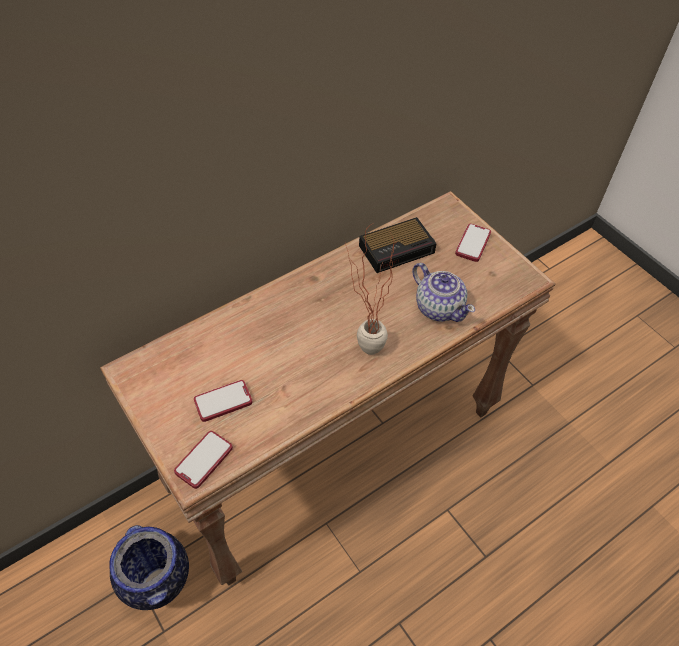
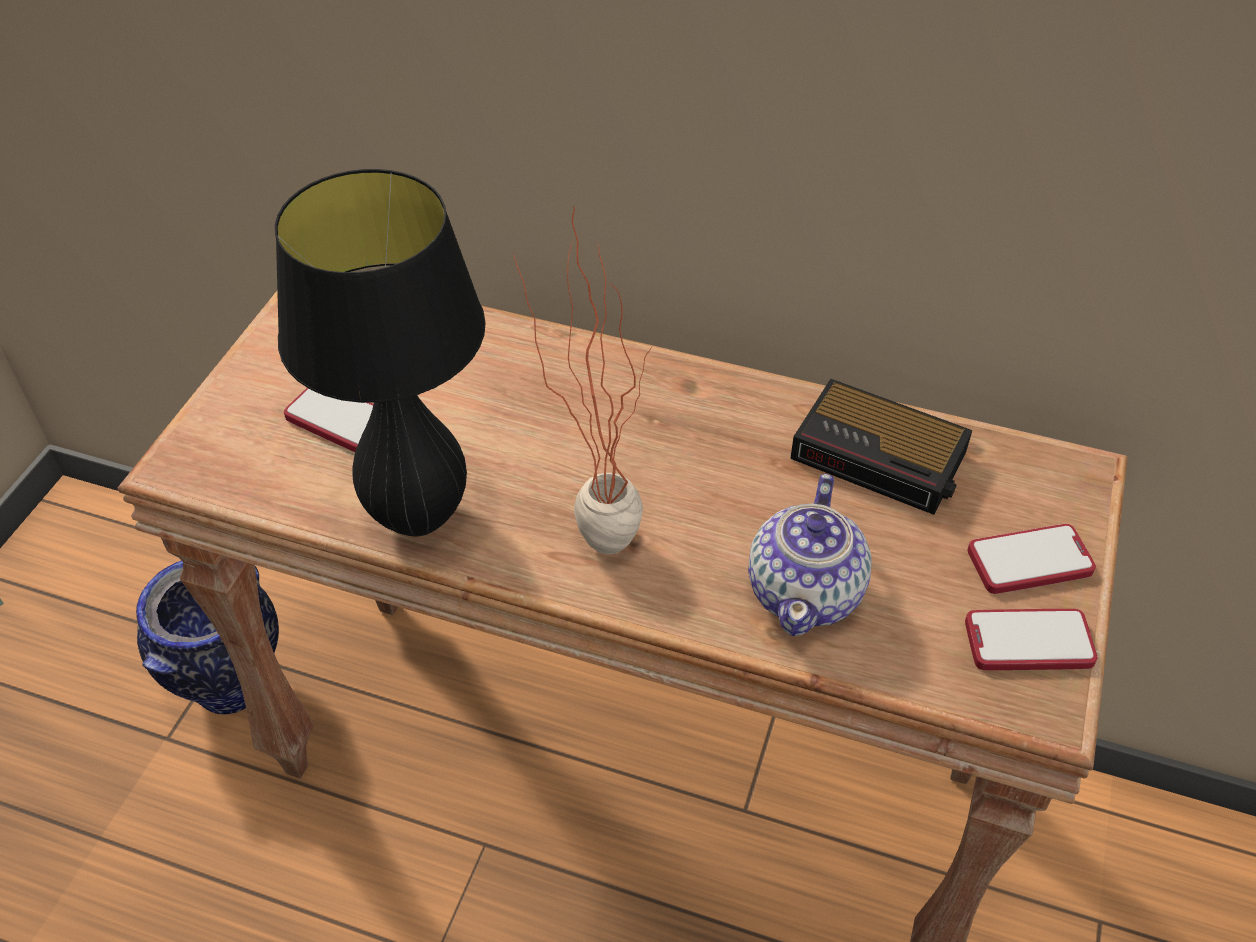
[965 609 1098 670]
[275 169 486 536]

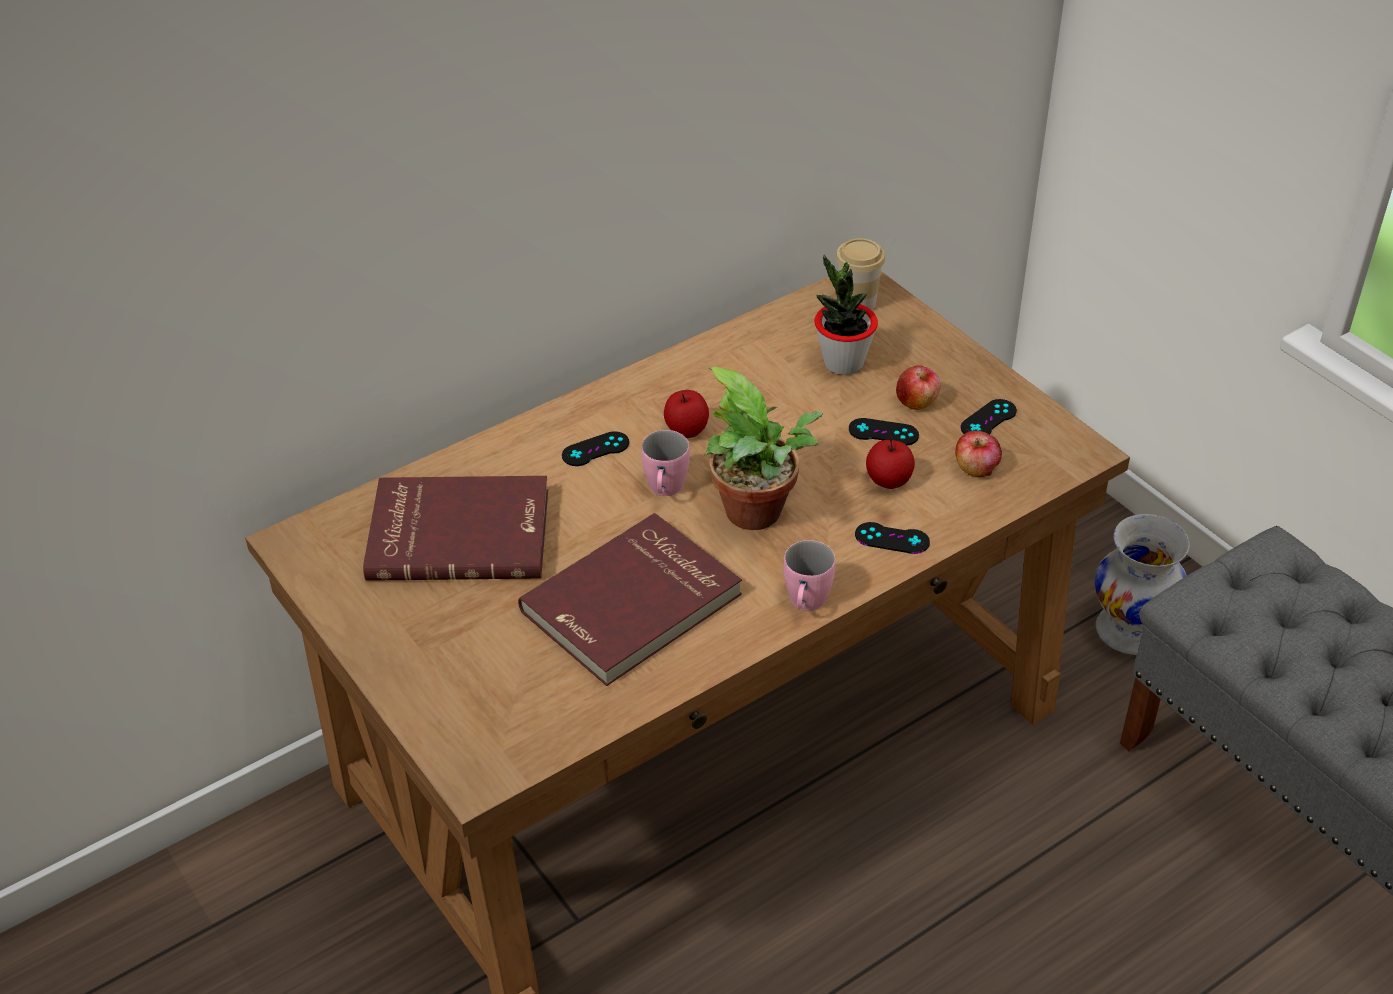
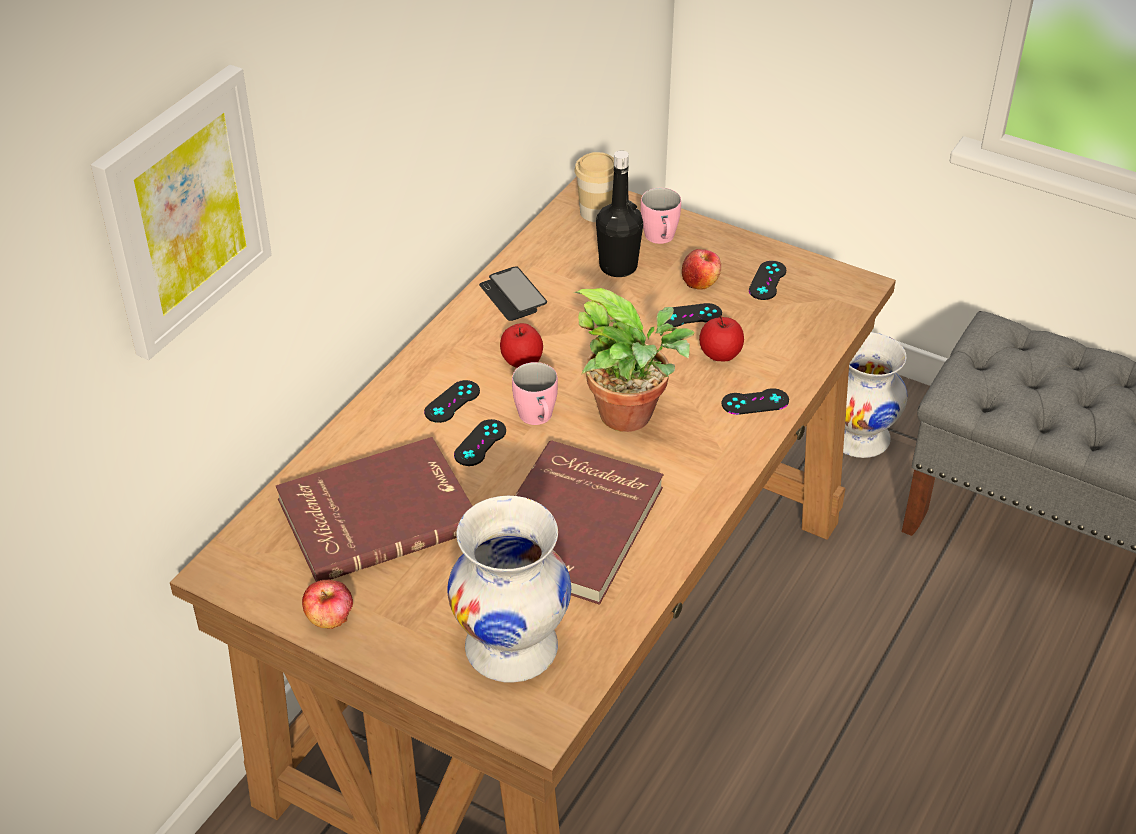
[641 188 681 244]
[596 150 643 277]
[302 579 353 629]
[91 65 272 360]
[447 496 571 683]
[454 419 506 466]
[479 267 547 321]

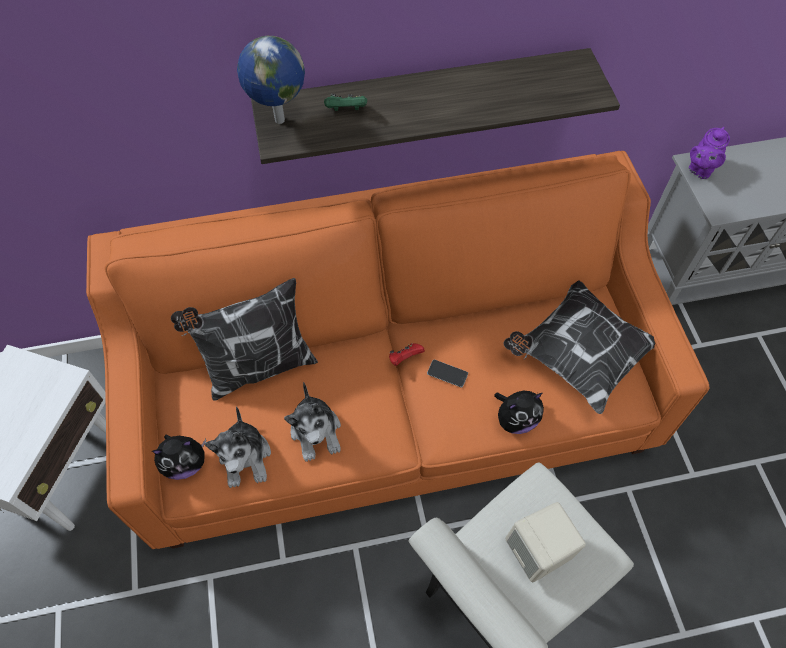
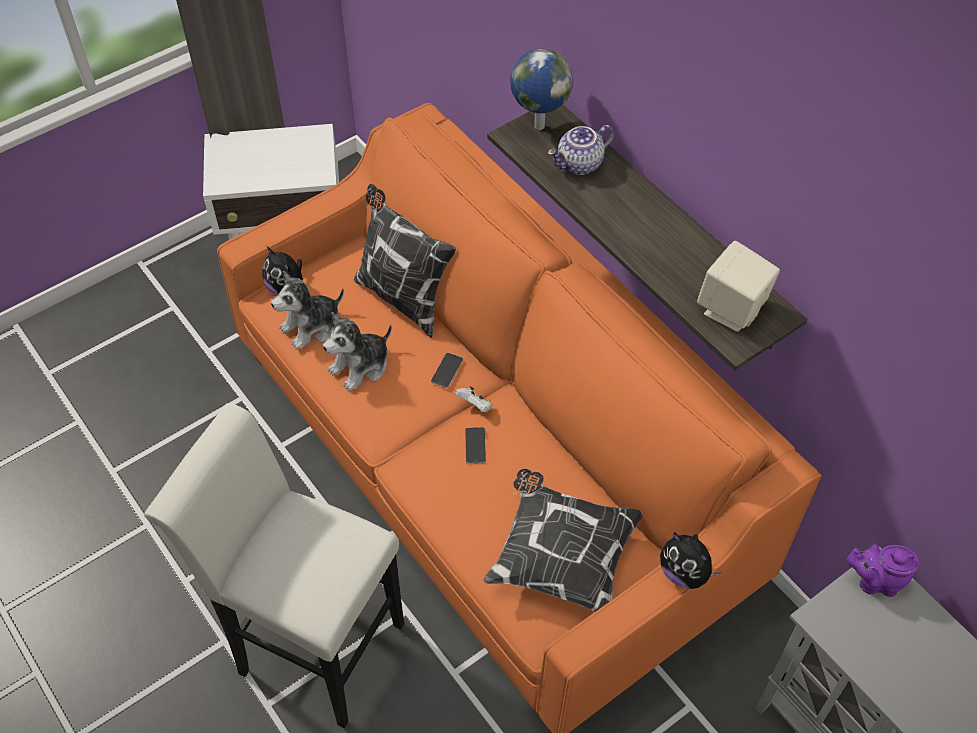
[548 125 614 175]
[455 386 493 412]
[660 532 721 589]
[697 241 780 332]
[431 353 464 388]

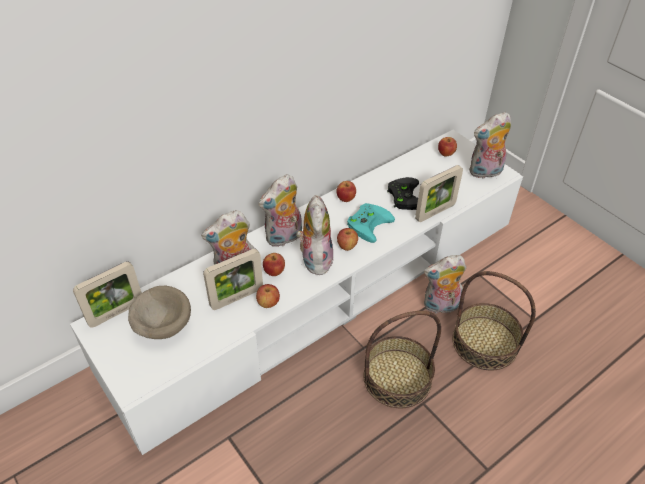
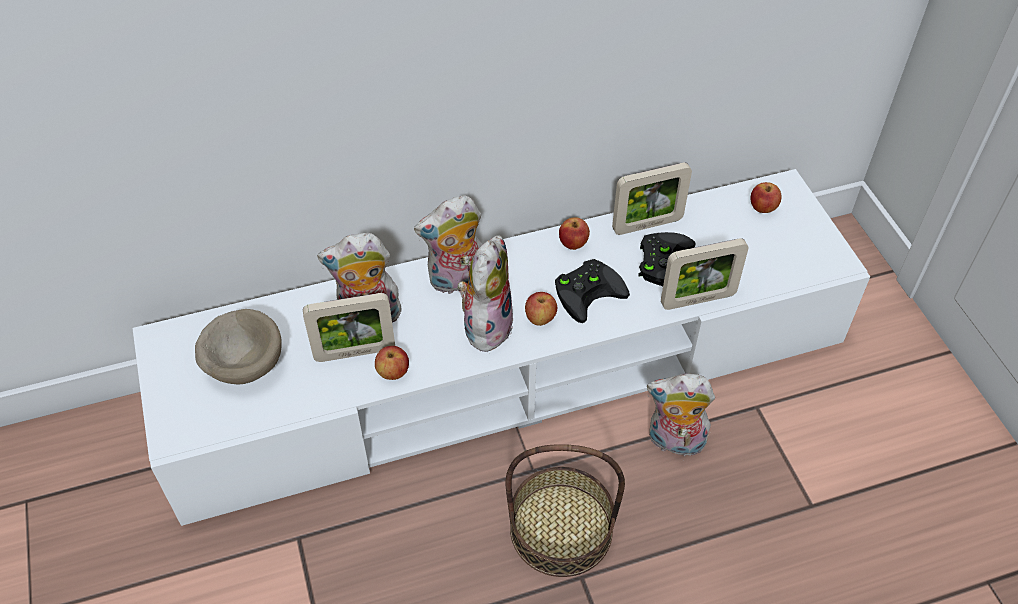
[612 162 692 235]
[263 253 285 276] (first image)
[555 259 630 323]
[452 271 536 371] (first image)
[469 112 511 179] (first image)

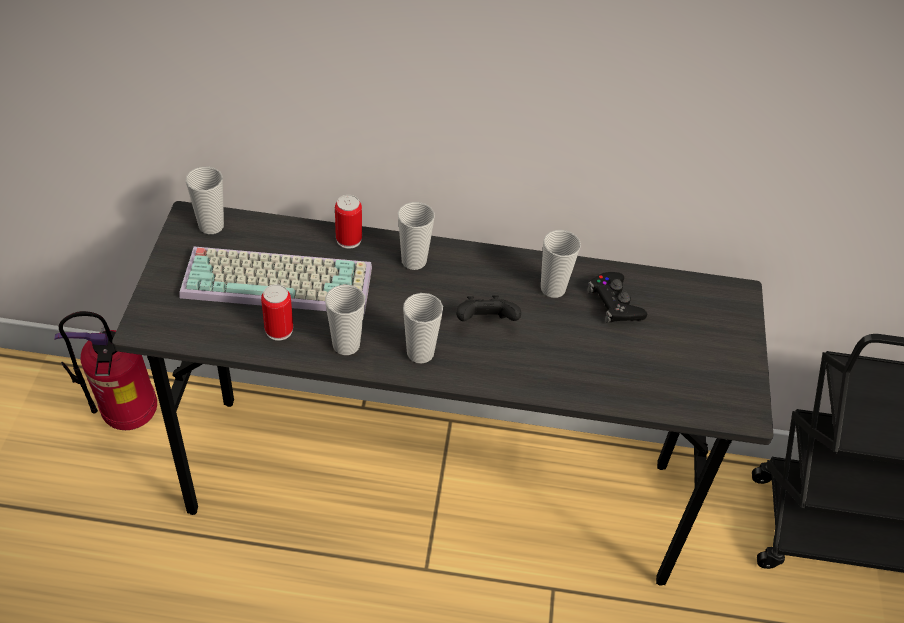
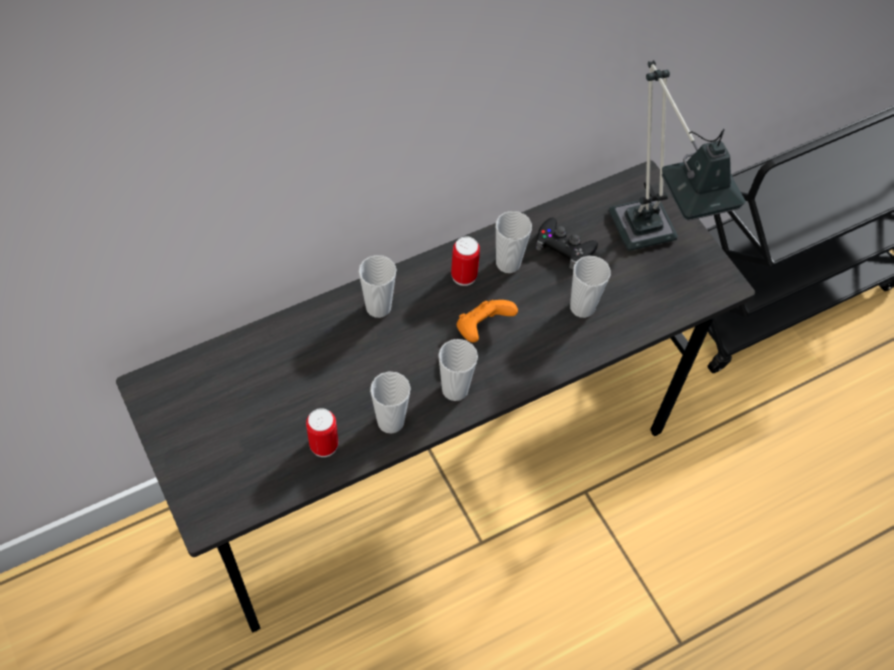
[54 311 157 430] (first image)
[179 247 372 315] (first image)
[570 256 610 318]
[451 236 480 286]
[457 300 518 342]
[609 60 745 251]

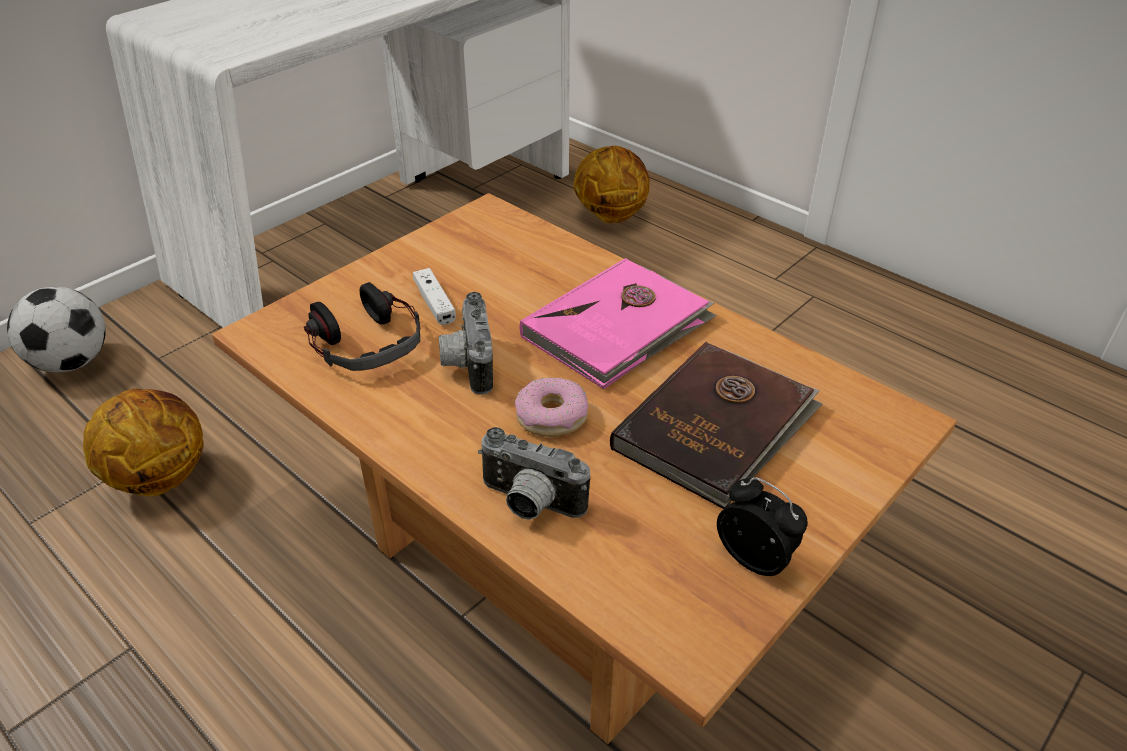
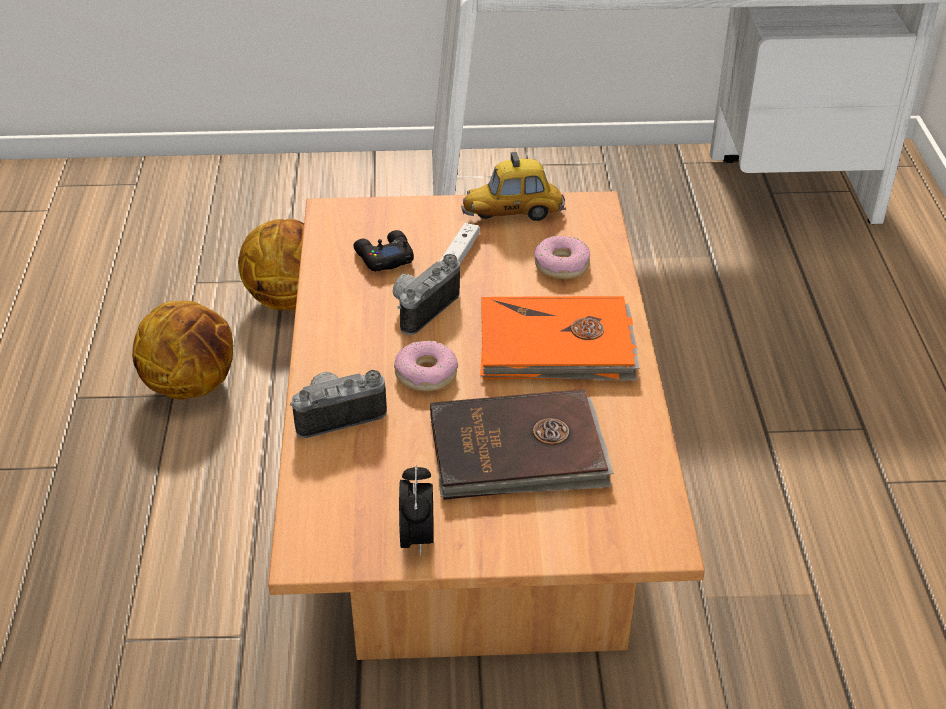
[7 286 106 373] (first image)
[354 230 414 271]
[290 370 387 438]
[480 296 640 381]
[132 300 233 400]
[461 152 566 221]
[534 236 590 279]

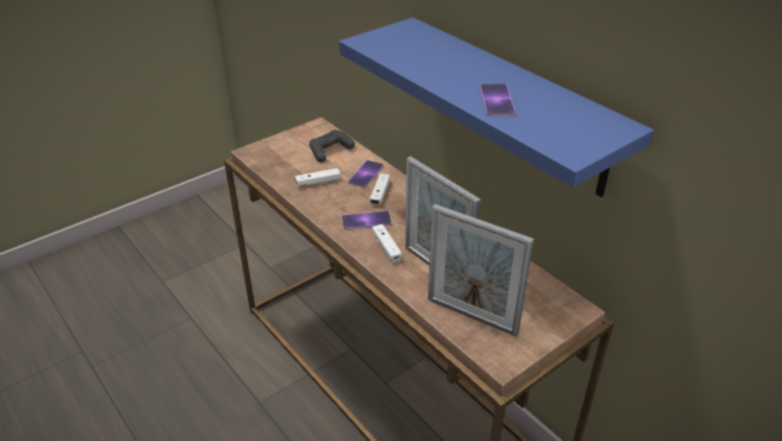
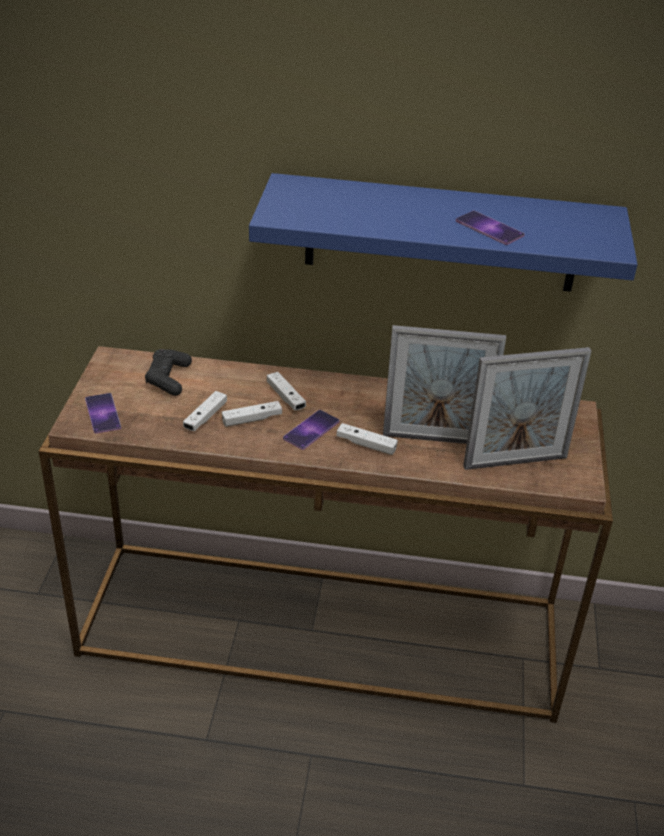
[85 393 121 434]
[222 401 282 427]

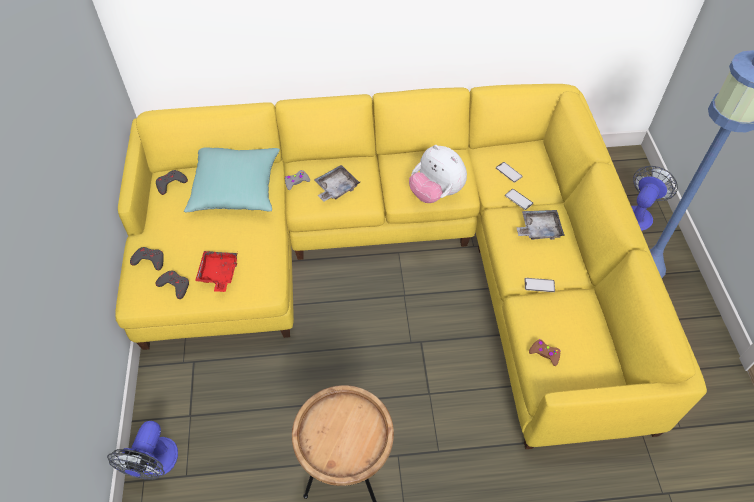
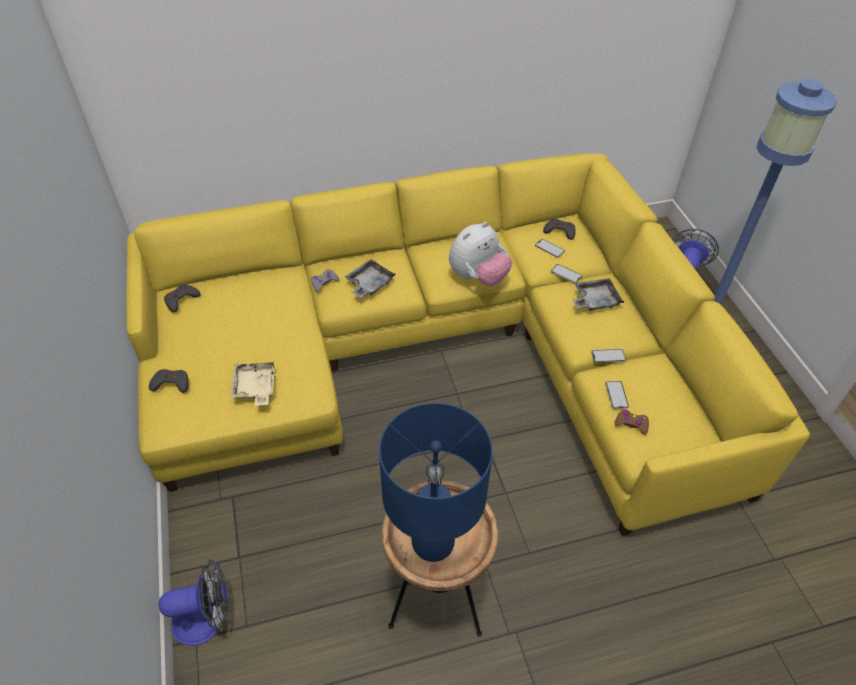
[159 560 228 646]
[543 219 575 240]
[184 147 280 212] (first image)
[231 362 275 406]
[449 222 512 286]
[379 403 493 562]
[605 381 629 409]

